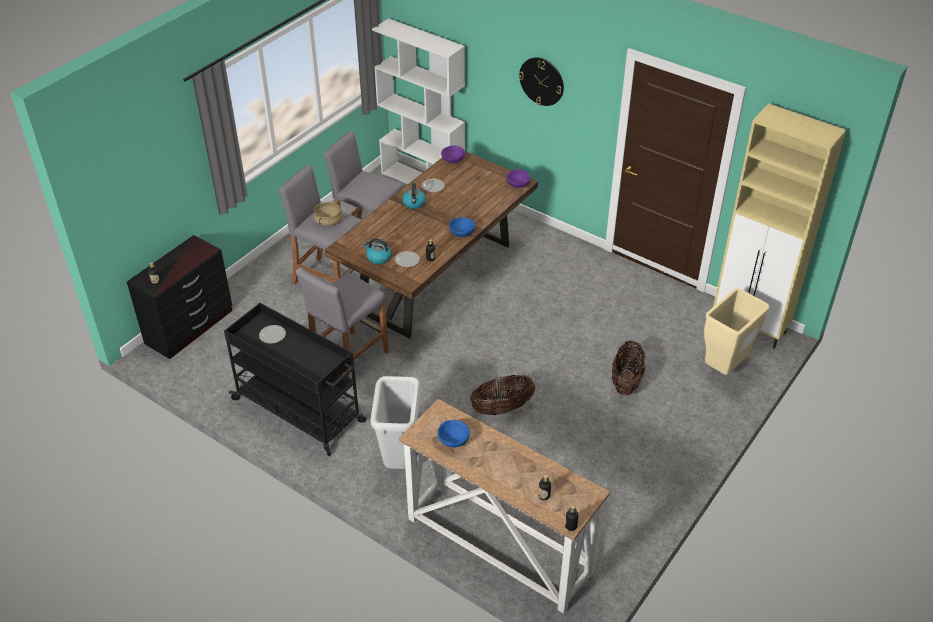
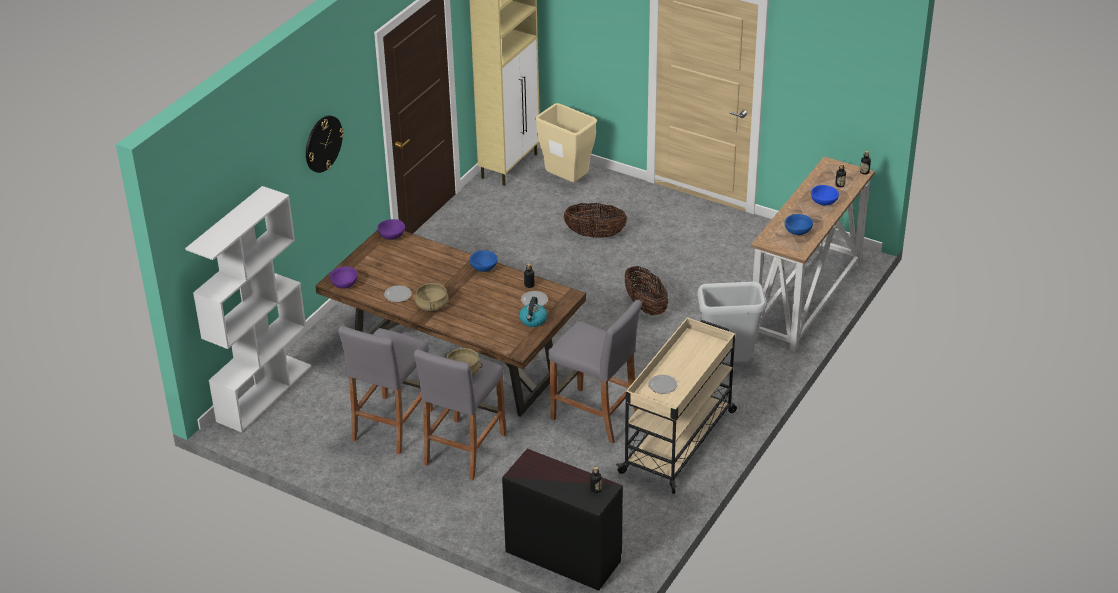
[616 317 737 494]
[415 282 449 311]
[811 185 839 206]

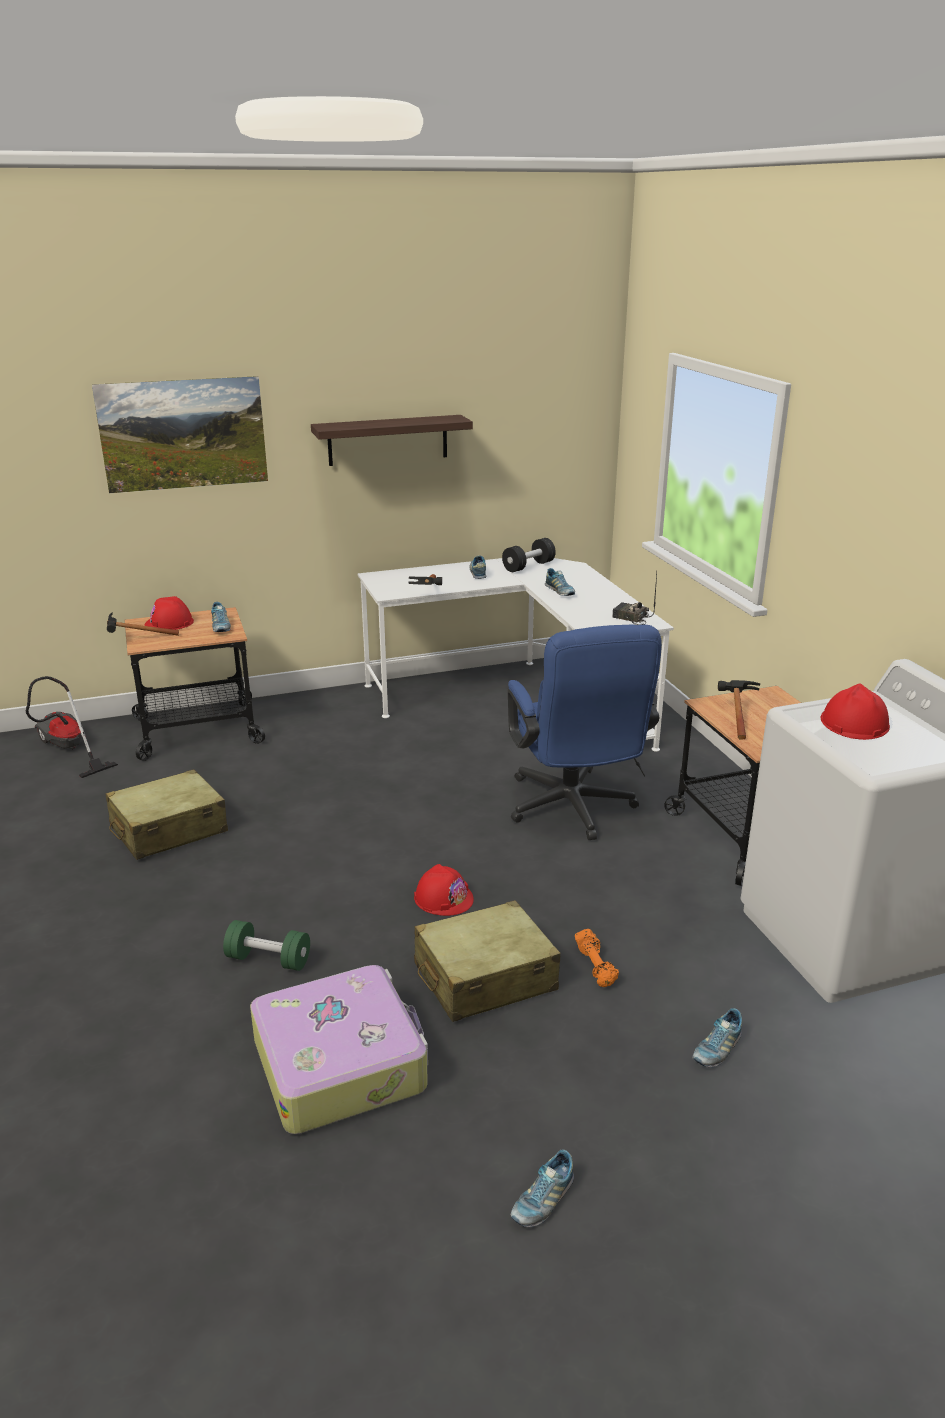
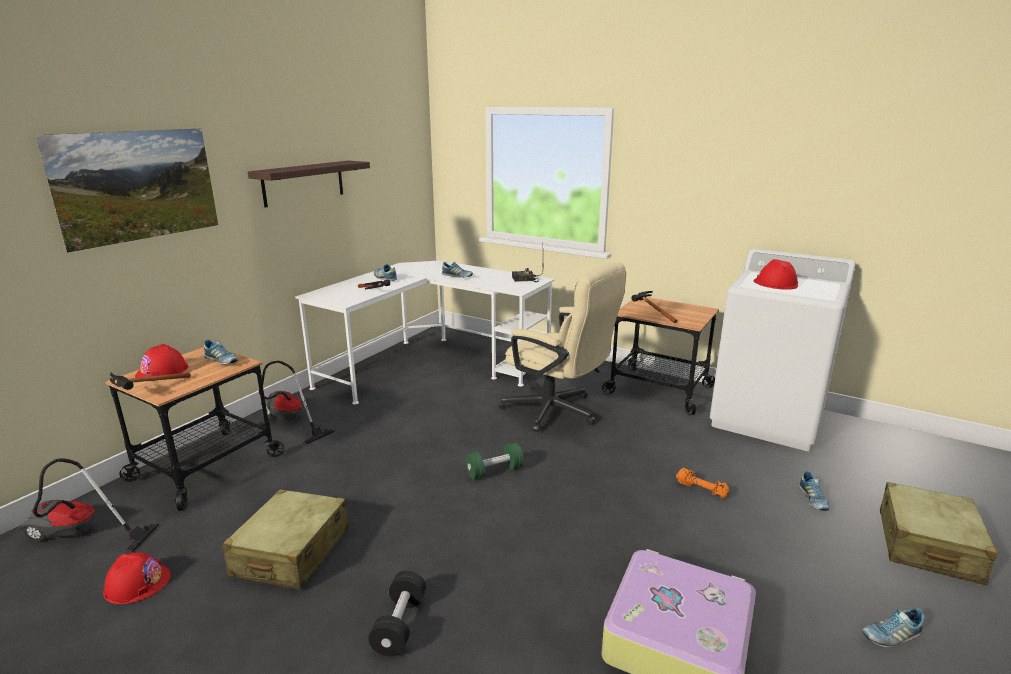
[466 443 524 480]
[103 552 171 604]
[880 482 998 585]
[368 571 426 656]
[499 262 626 432]
[862 607 924 648]
[259 361 335 444]

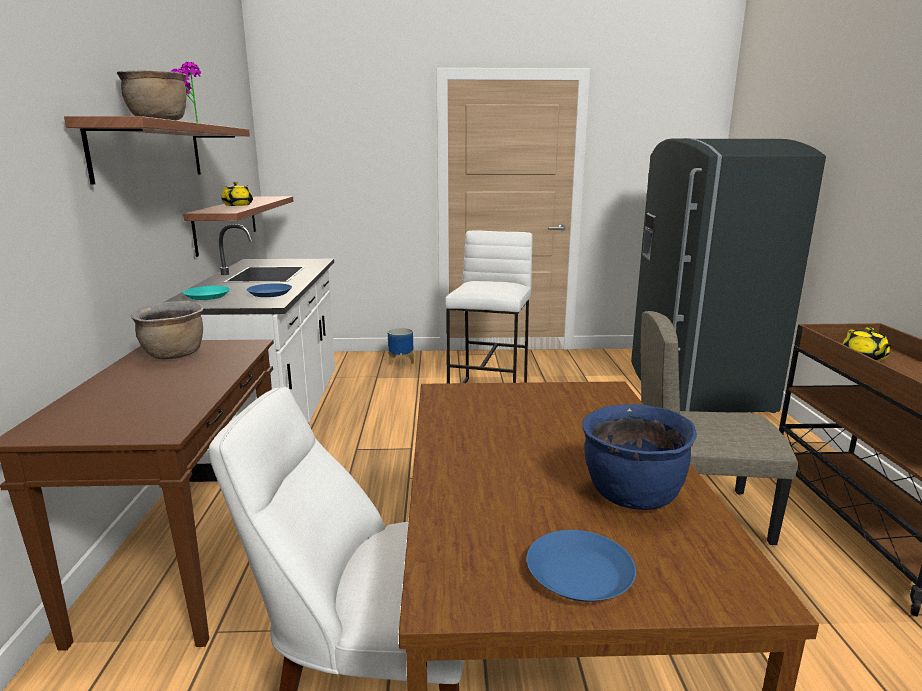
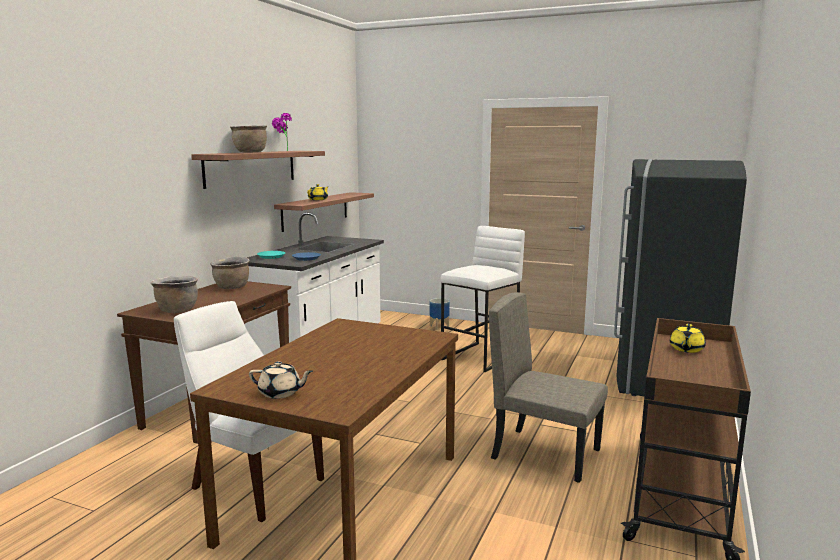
[249 362 313 399]
[582 404 697 510] (first image)
[151 276 198 313]

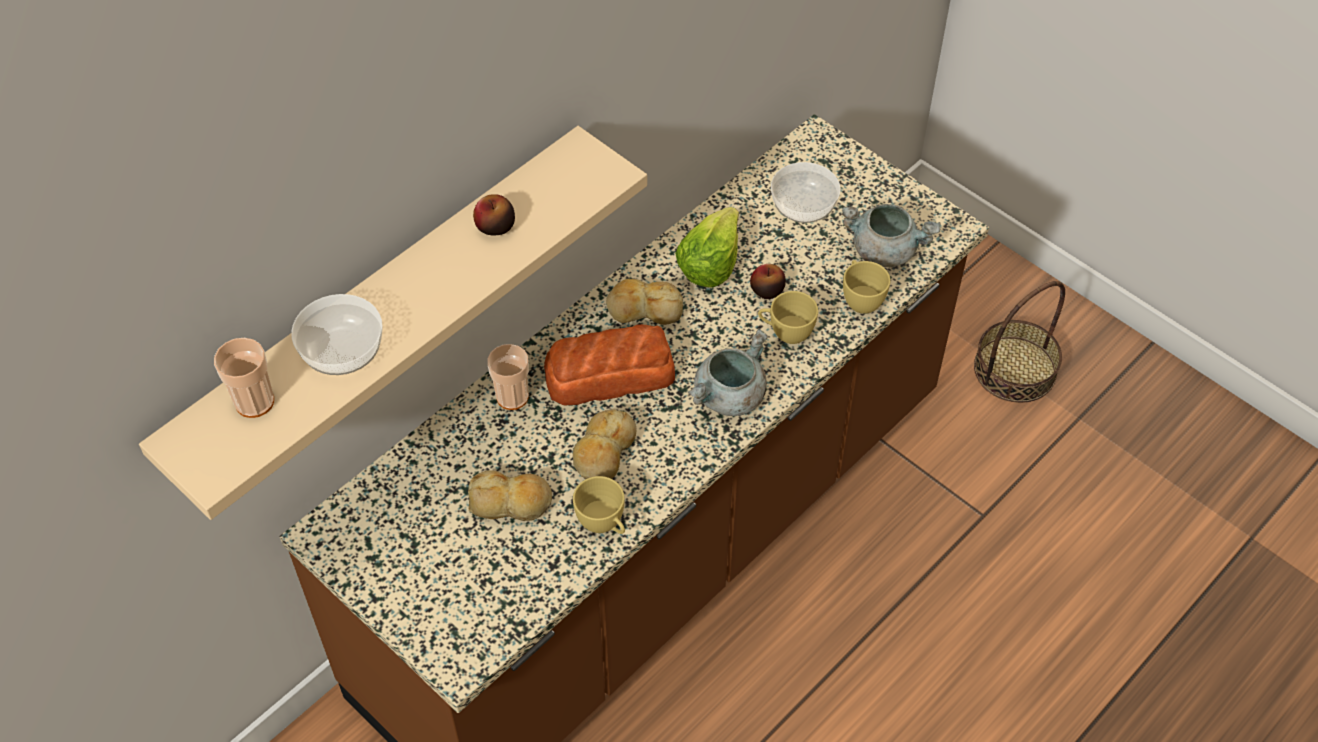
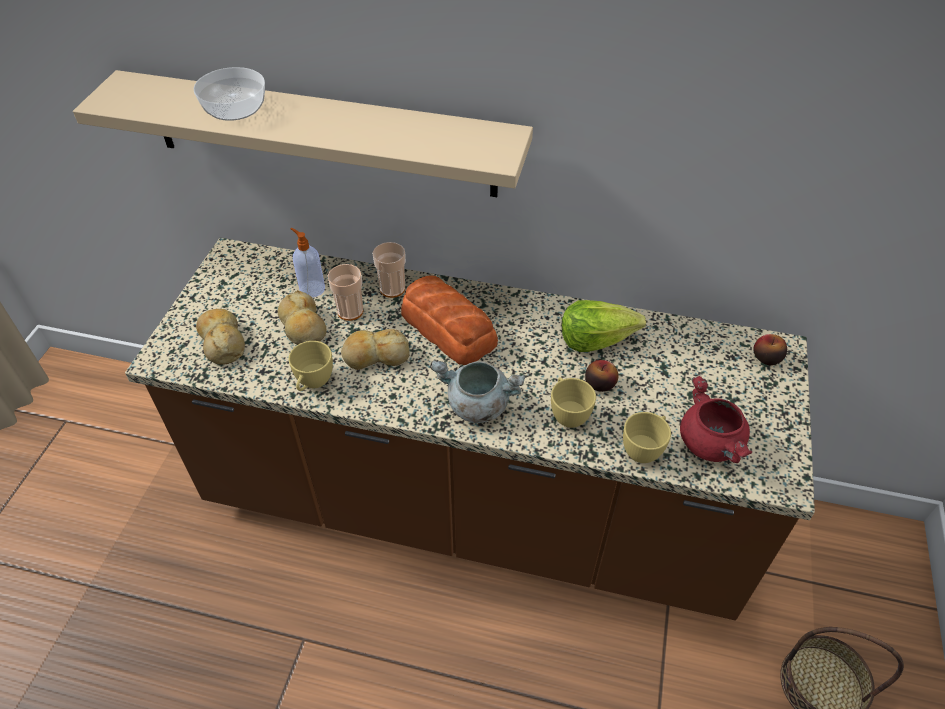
[327 264 364 321]
[753 334 787 365]
[196 309 245 365]
[771 162 841 223] (first image)
[680 376 752 463]
[290 228 325 298]

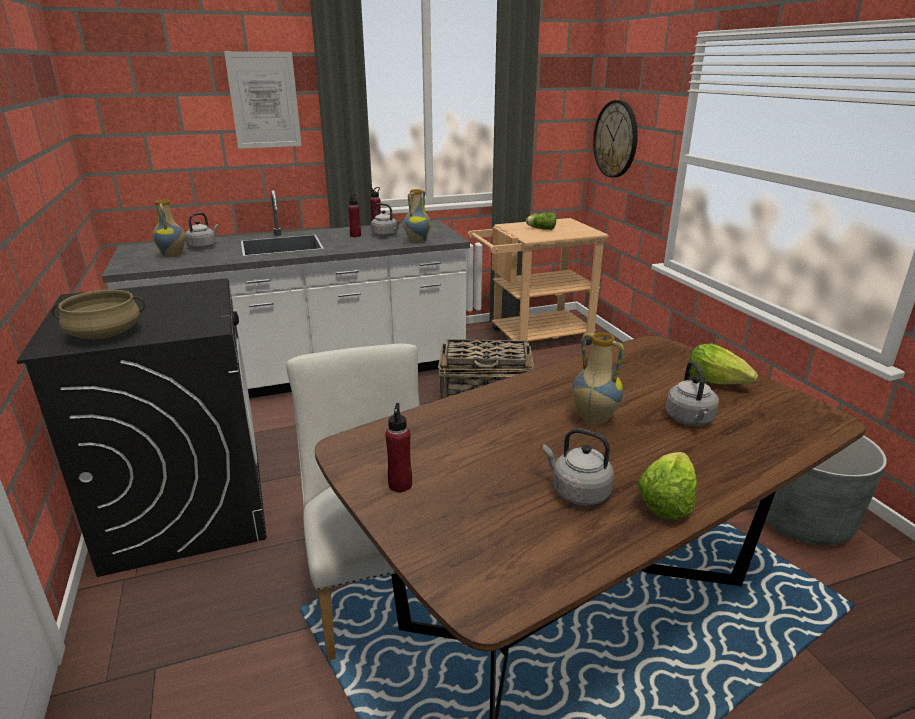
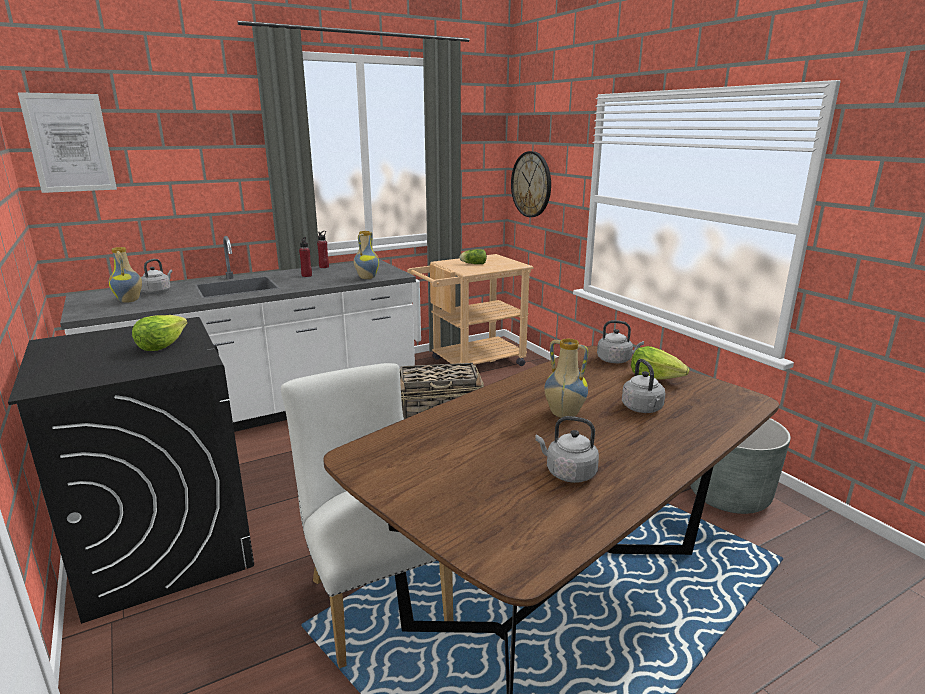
[51 289 145 339] (first image)
[18 92 117 193]
[597 320 644 363]
[385 403 412 492] (first image)
[132 315 187 351]

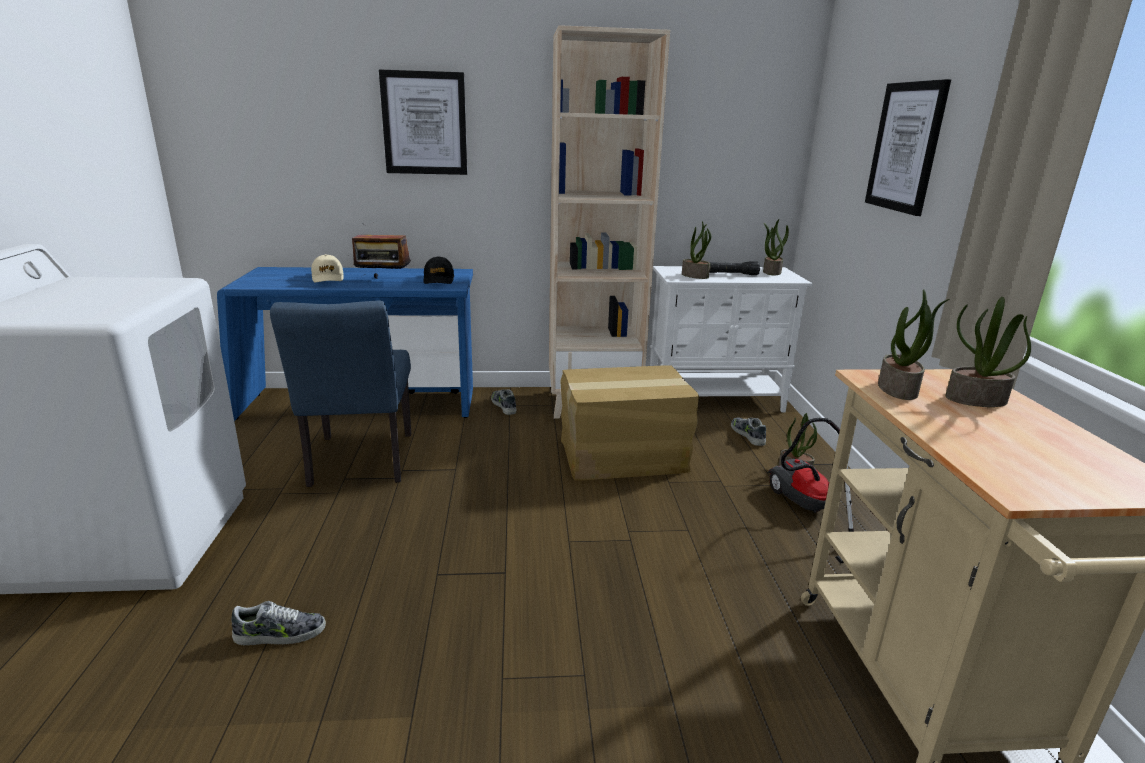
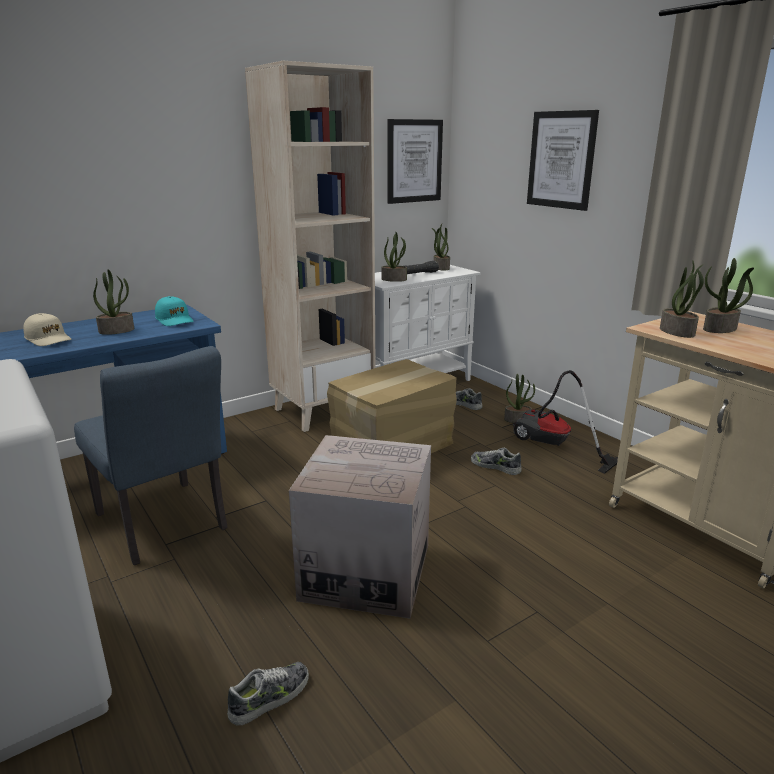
[93 269 134 335]
[387 119 443 204]
[155 296 194 326]
[471 447 522 475]
[289 435 431 619]

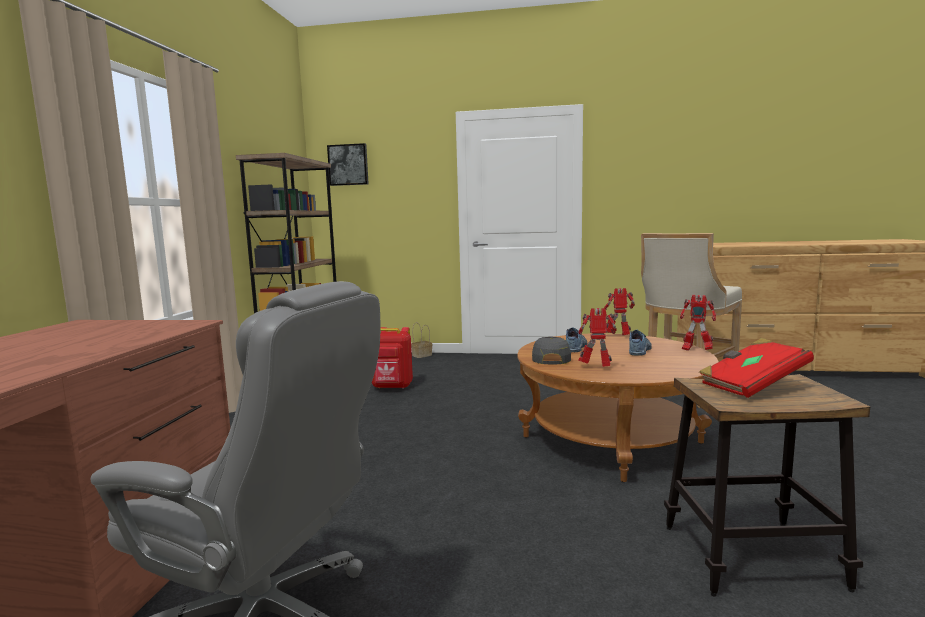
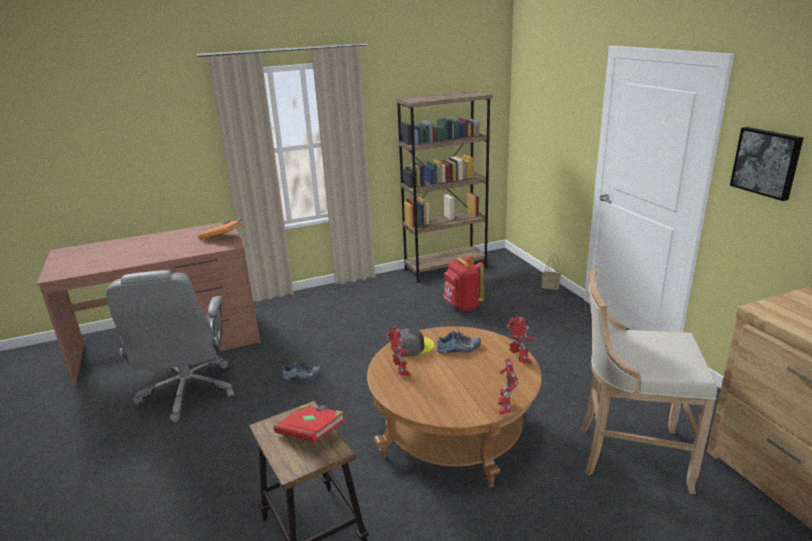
[730 127 804 201]
[282 361 321 380]
[198 218 244 240]

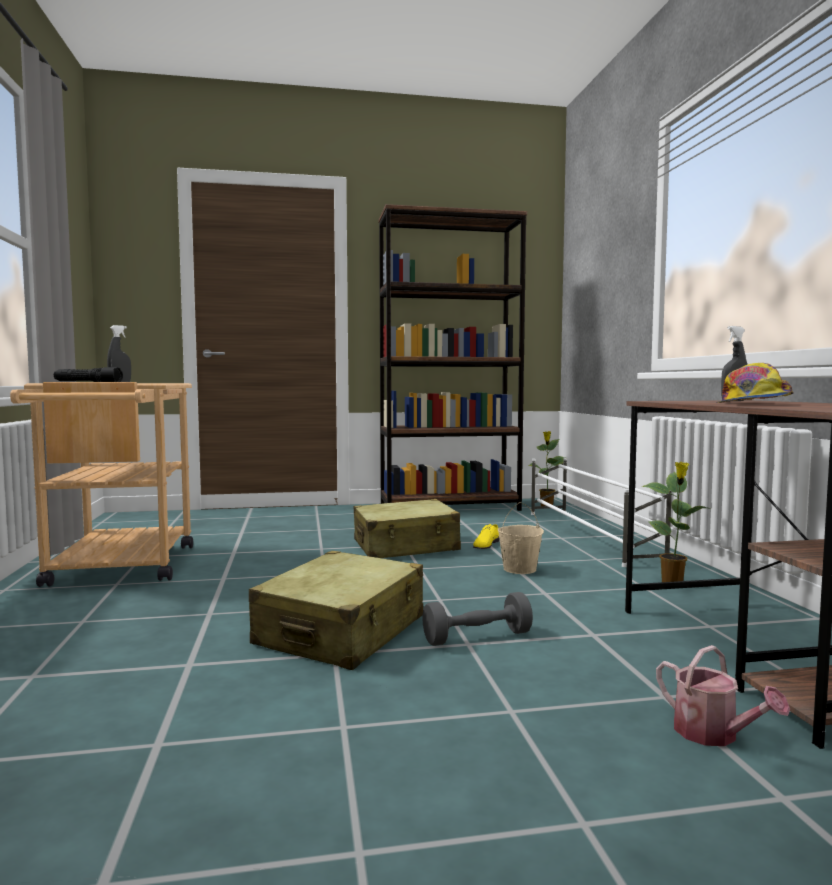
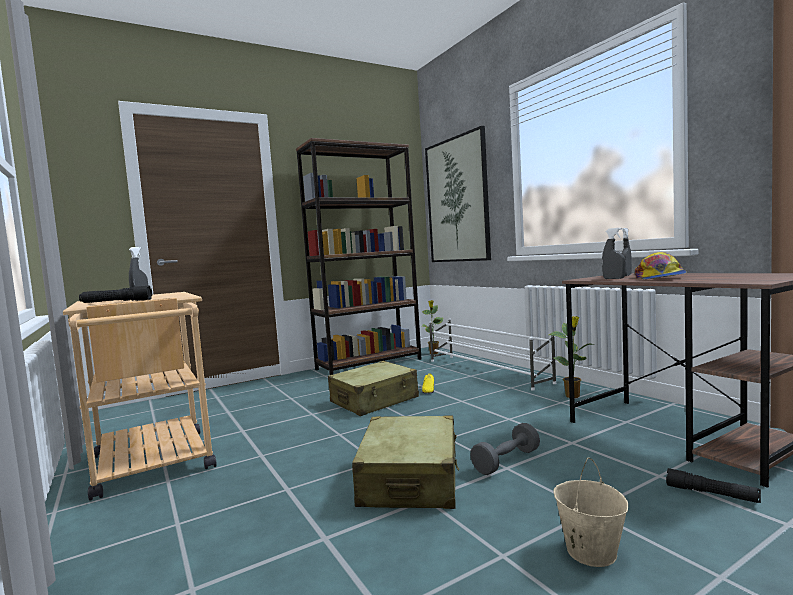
[553 457 628 567]
[666 468 761 503]
[425 126 491 262]
[602 228 626 279]

